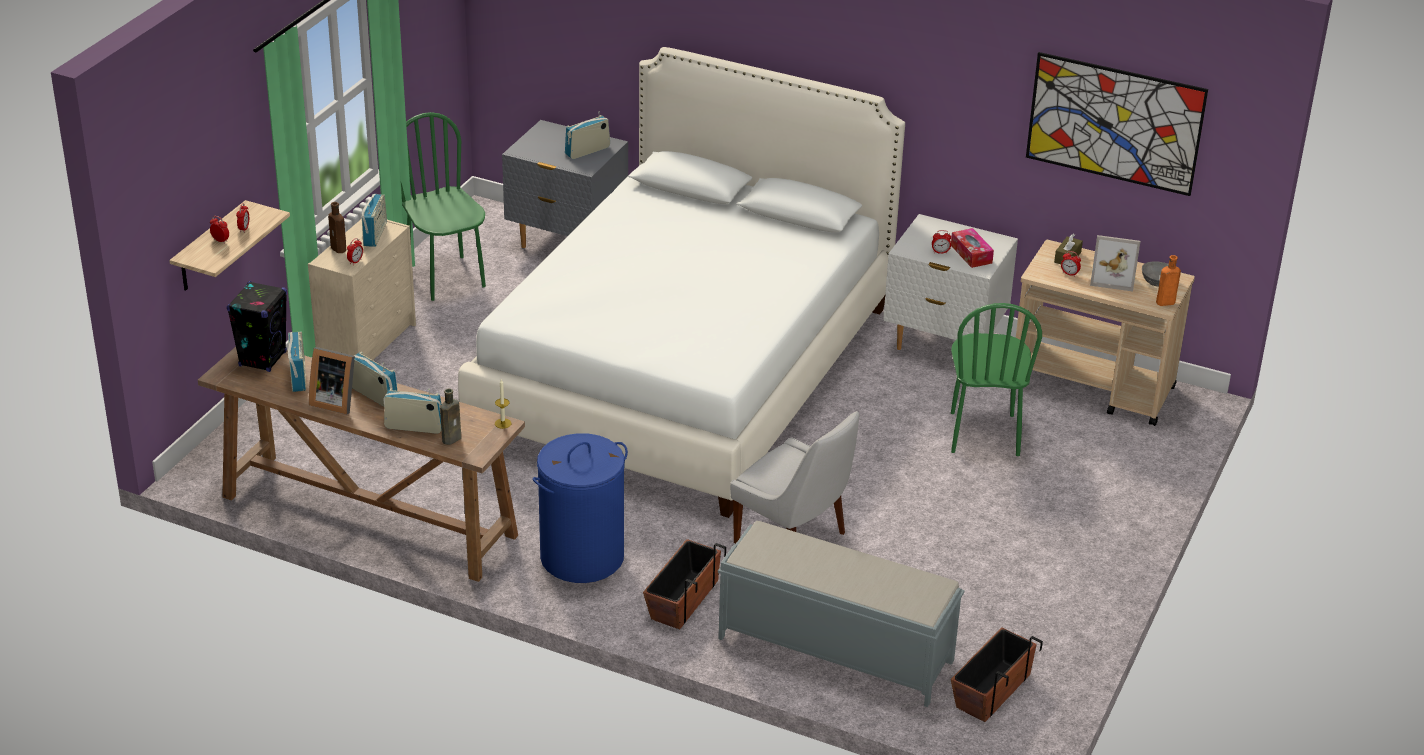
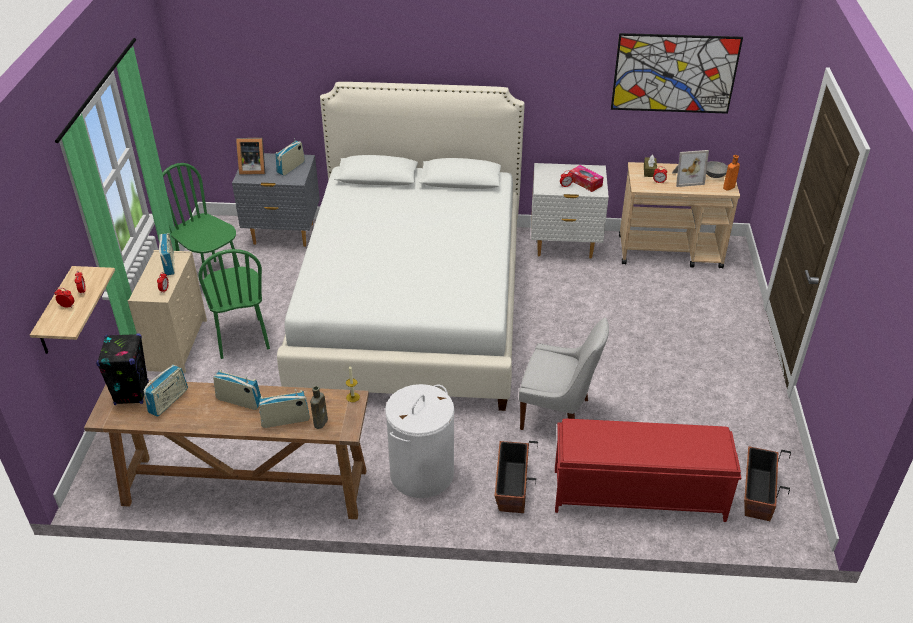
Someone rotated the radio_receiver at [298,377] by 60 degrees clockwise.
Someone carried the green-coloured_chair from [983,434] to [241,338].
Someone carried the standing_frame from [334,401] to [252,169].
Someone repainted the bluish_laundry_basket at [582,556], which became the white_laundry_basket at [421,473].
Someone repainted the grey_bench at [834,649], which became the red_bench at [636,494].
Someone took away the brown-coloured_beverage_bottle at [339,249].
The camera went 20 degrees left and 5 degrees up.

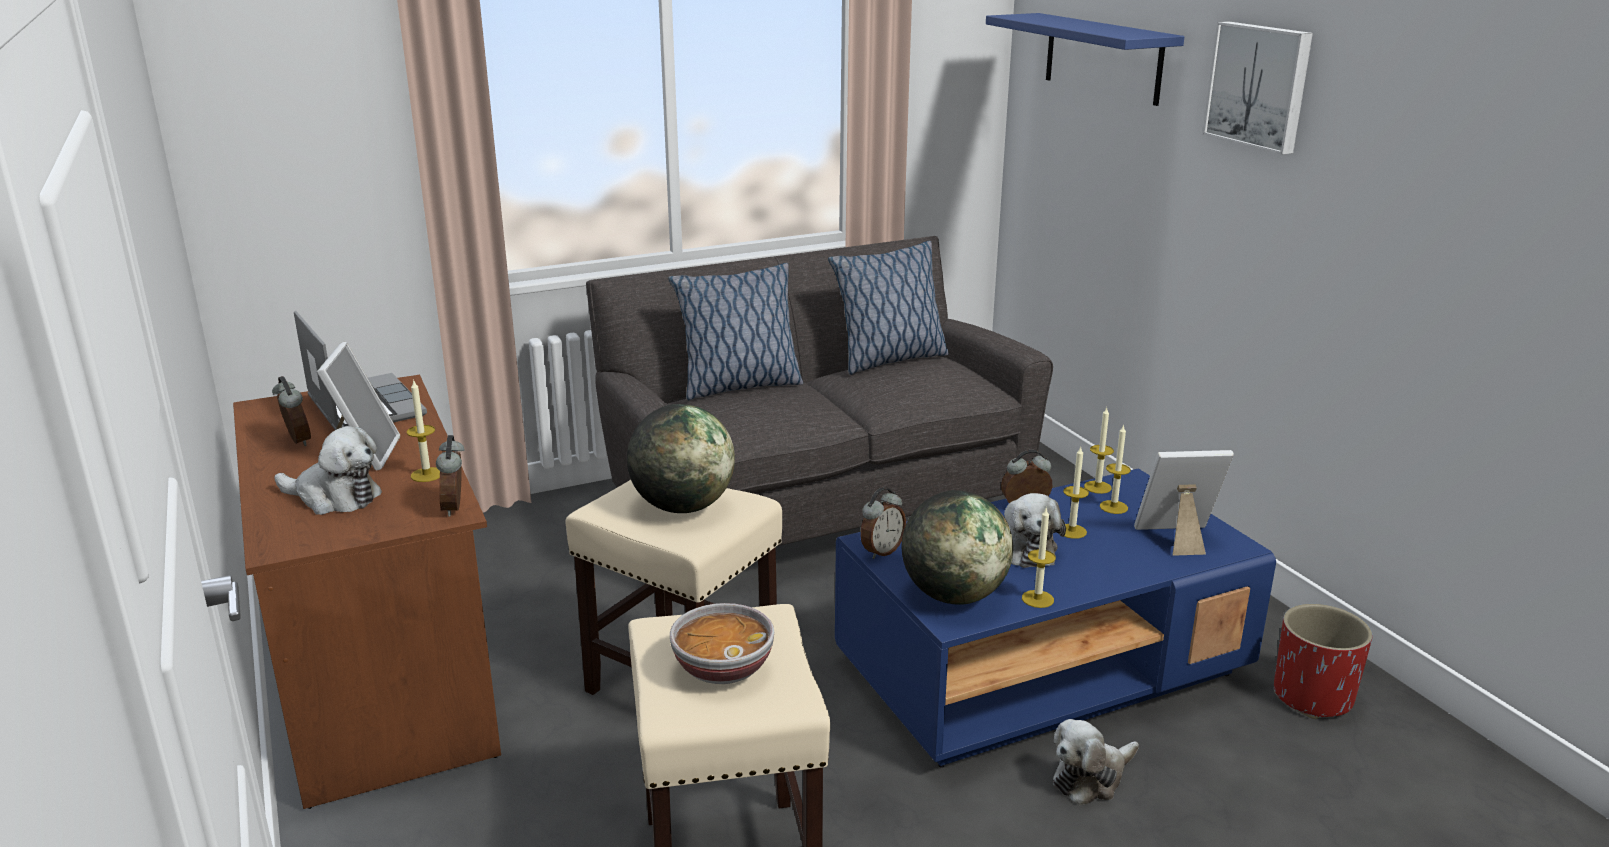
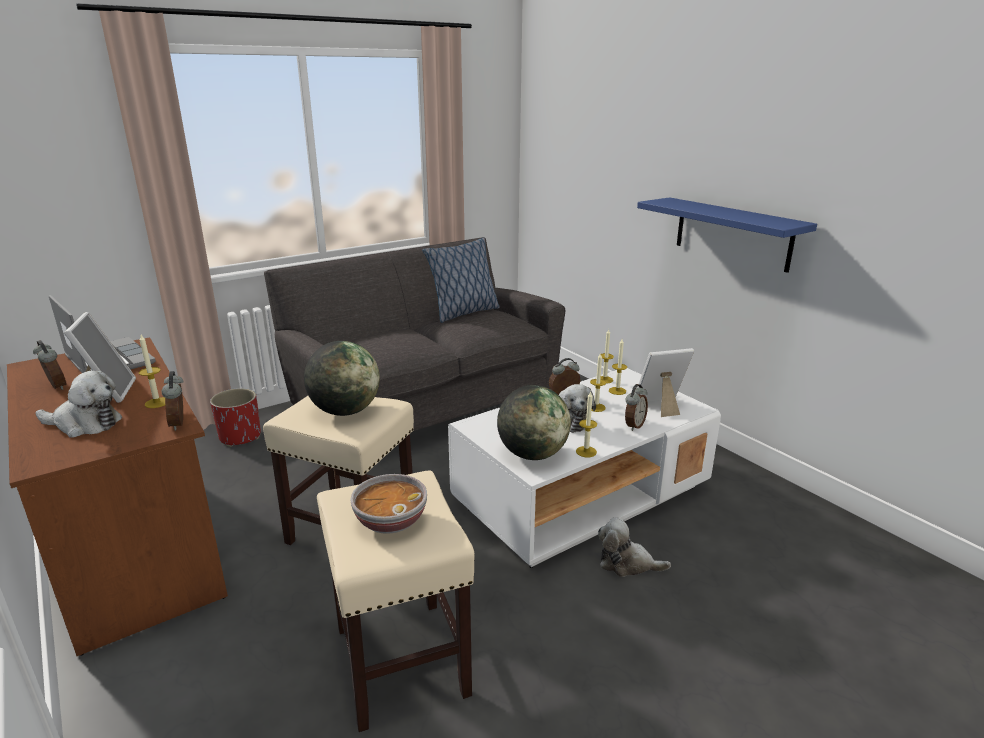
Someone carried the red_flower_pot from [1312,697] to [240,437].
Someone repainted the bluish_low_table at [1041,669], which became the white_low_table at [581,496].
Someone rotated the soft_toy at [1091,778] by 60 degrees clockwise.
Someone carried the table_clock from [881,551] to [633,425].
Someone carried the bluish_wall_shelf from [1102,58] to [732,233].
Someone took away the cushion at [739,386].
Someone took away the wall_picture at [1260,86].
The camera went 10 degrees left and 0 degrees up.

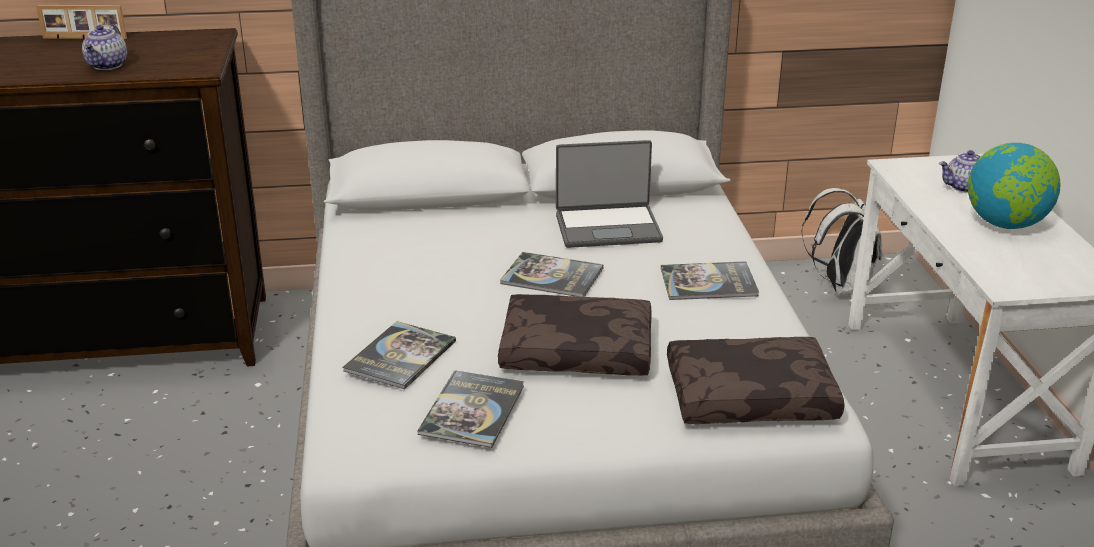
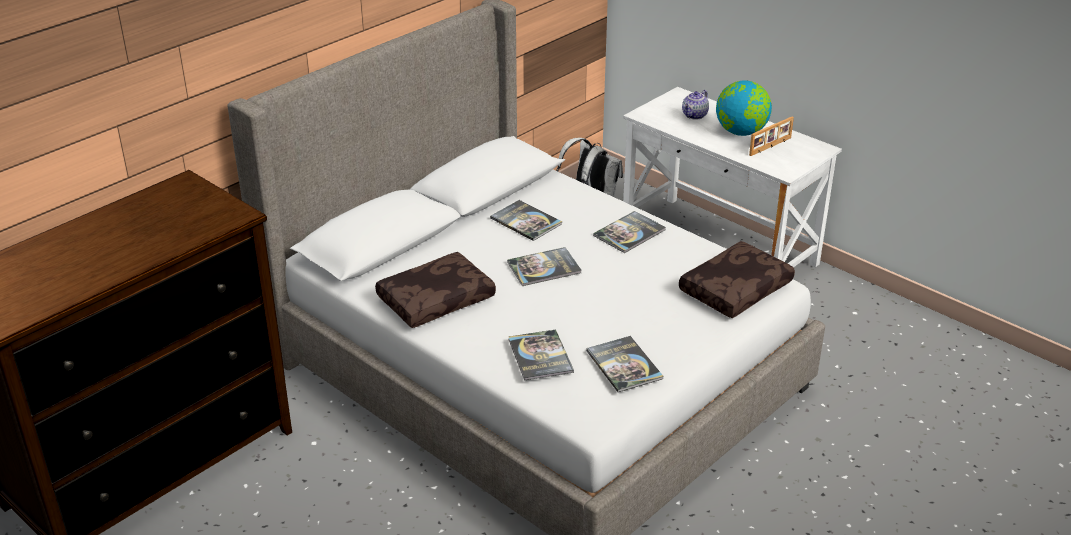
Someone carried the brown-coloured_cushion from [578,350] to [436,299].
Someone swapped the portable_computer at [608,227] for the bound_book at [526,221].
Someone carried the standing_frame from [84,38] to [771,147].
Someone took away the teapot at [108,66].
The camera went 40 degrees left and 5 degrees up.

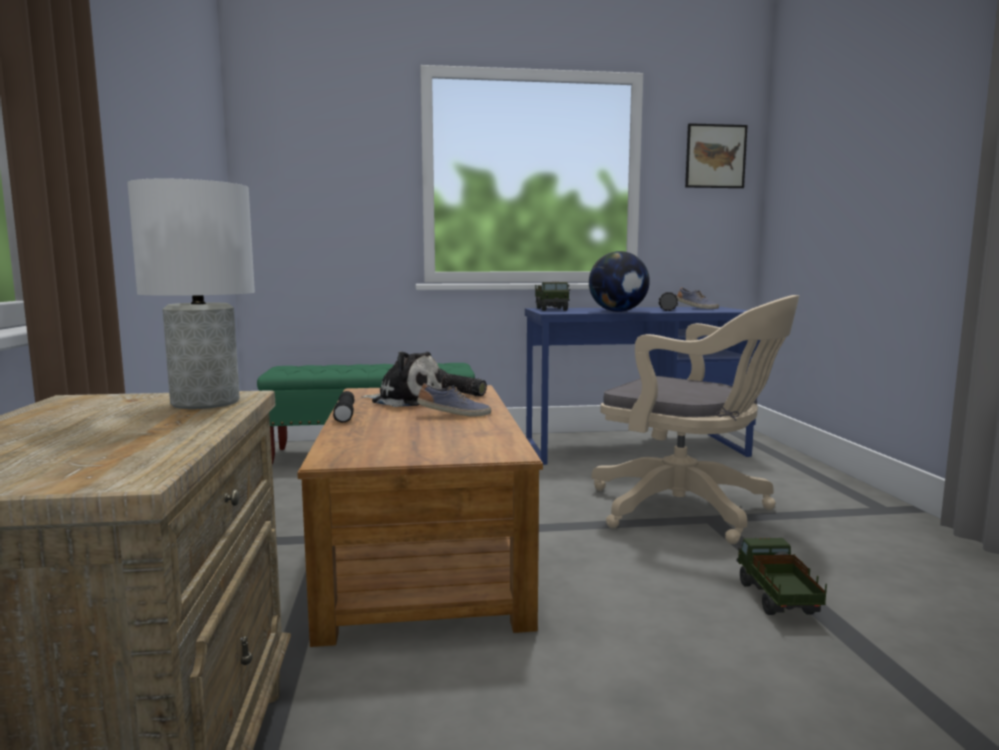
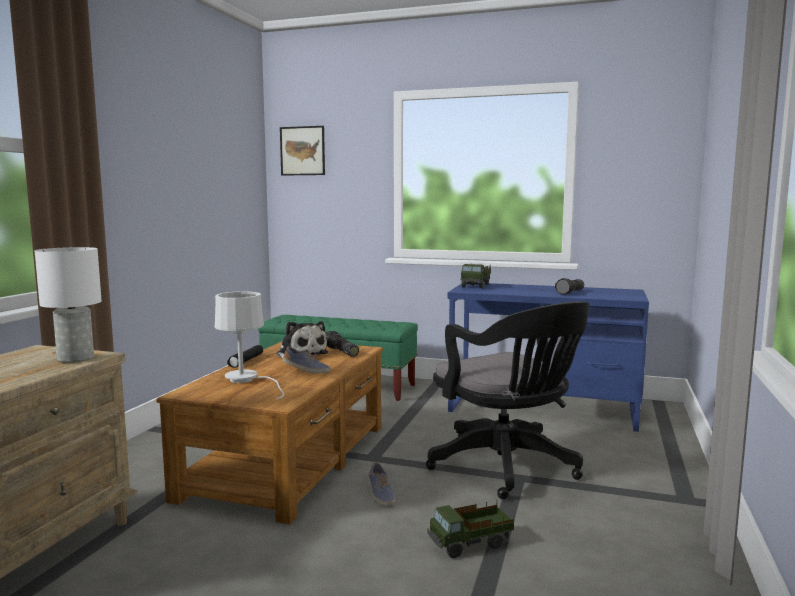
Someone put down the white_tabletop_lamp at [248,381].
Someone carried the wall_picture from [715,156] to [302,151].
Someone carried the shoe from [696,308] to [380,494].
Someone repainted the beige-coloured_desk_chair at [688,510], which became the black-coloured_desk_chair at [508,467].
Someone rotated the model_truck at [775,600] by 135 degrees counterclockwise.
Someone took away the world_globe at [618,311].
The camera went 25 degrees right and 0 degrees up.

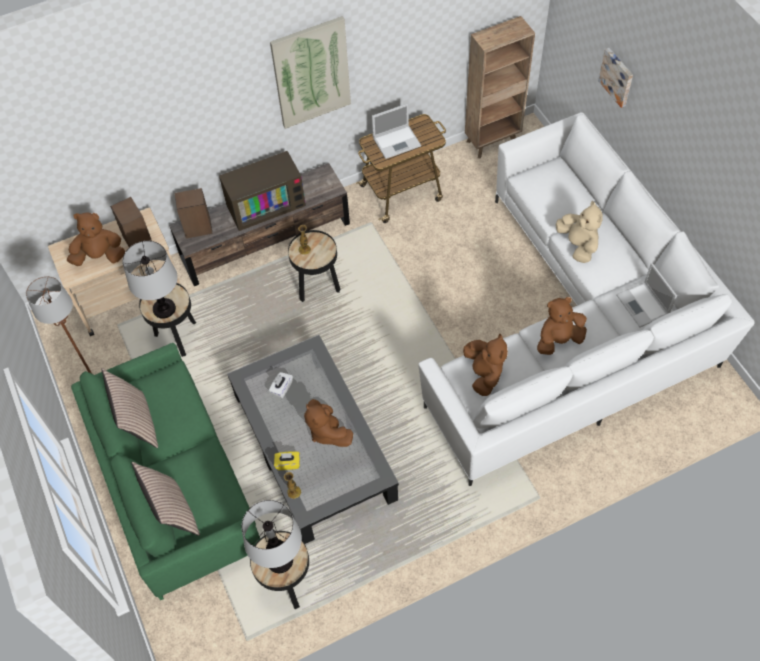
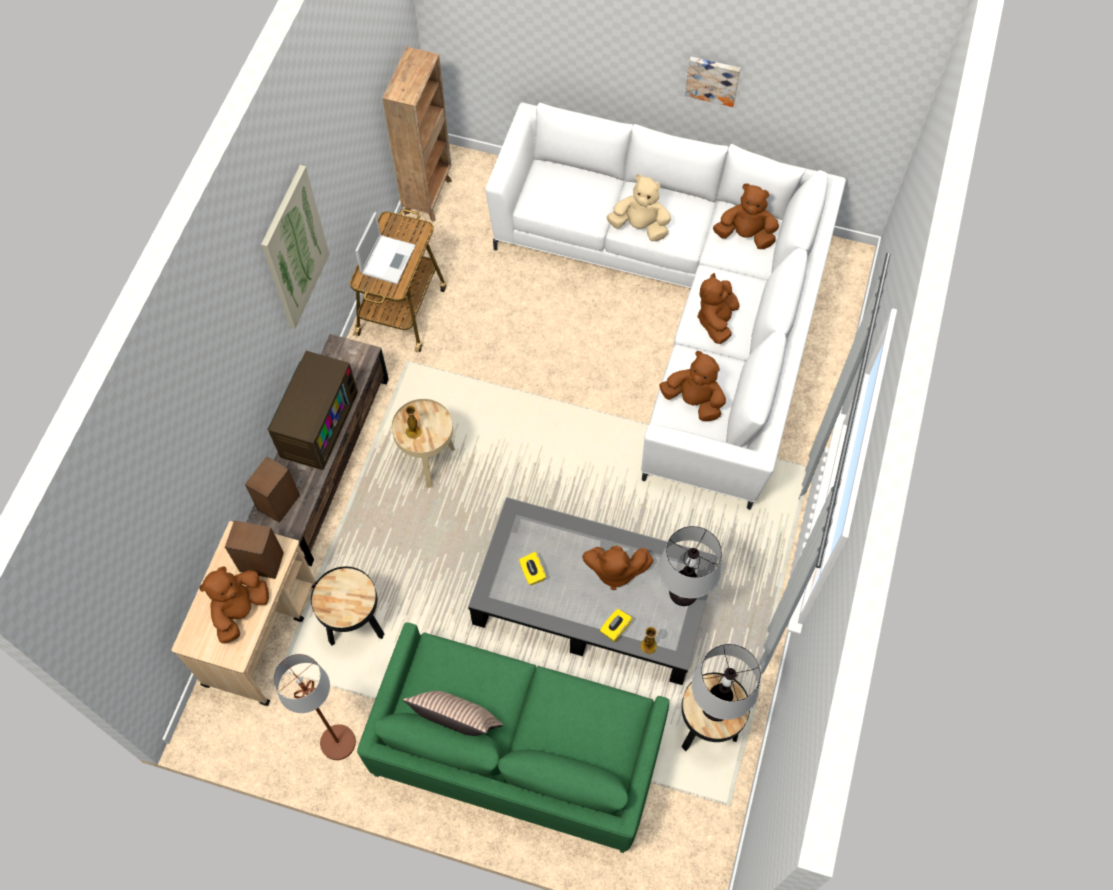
Someone repainted the black-coloured_side_table at [317,286], which became the beige-coloured_side_table at [429,461].
Someone repainted the white_tissue_holder at [281,388], which became the yellow_tissue_holder at [532,573].
Someone carried the tabletop_lamp from [164,309] to [683,593].
Someone carried the wall_picture from [617,77] to [712,79].
Someone swapped the portable_computer at [643,305] for the brown-coloured_soft_toy at [745,235].
Someone took away the cushion at [173,511].
The camera went 50 degrees left and 5 degrees up.

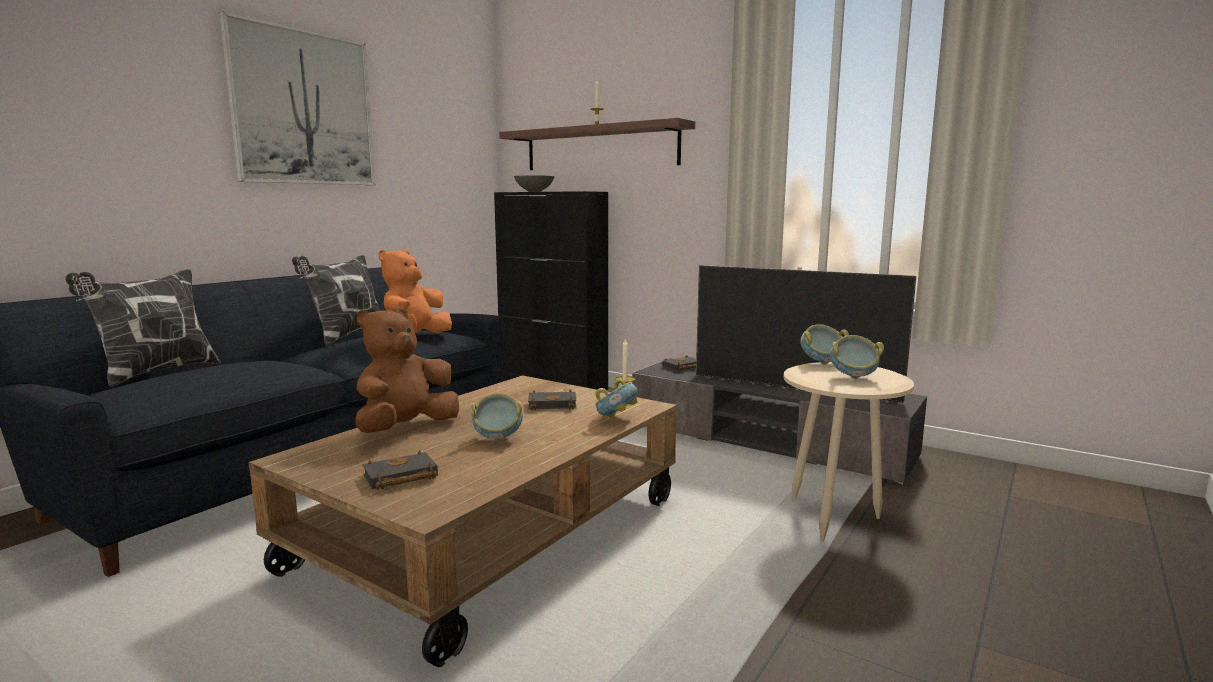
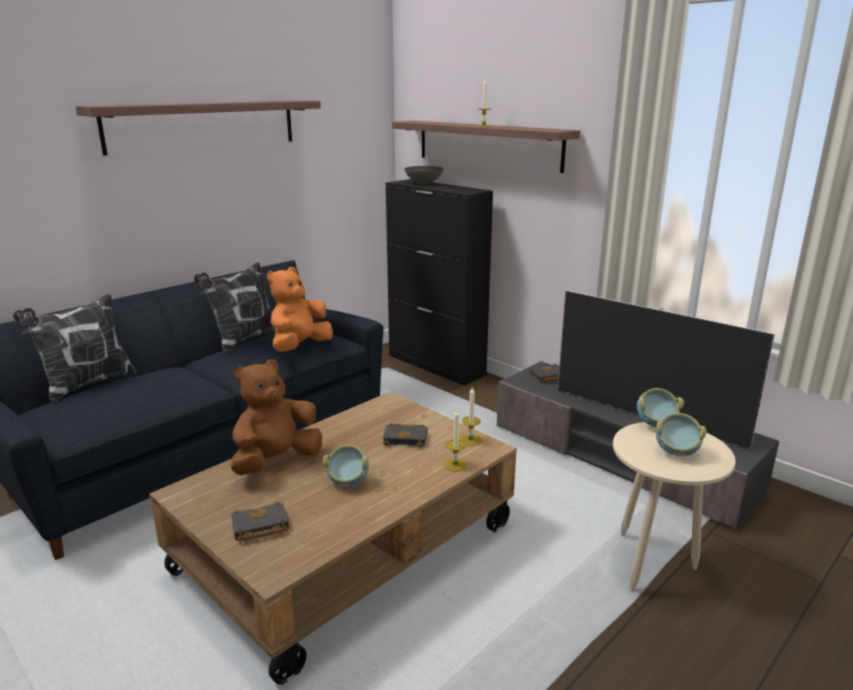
Someone swapped the wall_picture at [303,108] for the wall_shelf at [204,125].
Someone swapped the bowl at [616,419] for the wax_light at [455,465].
The camera went 10 degrees right and 10 degrees up.

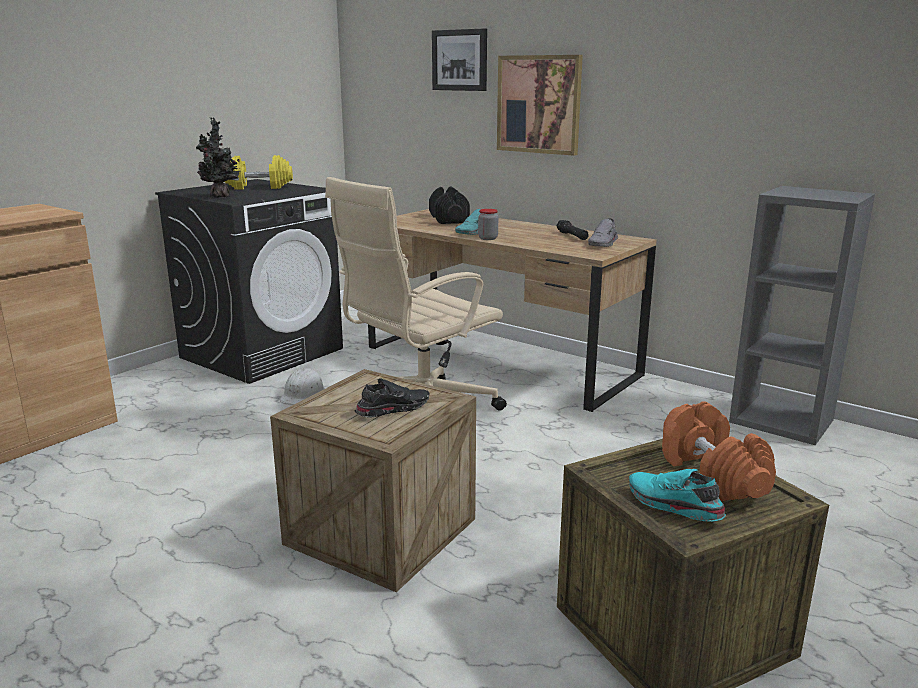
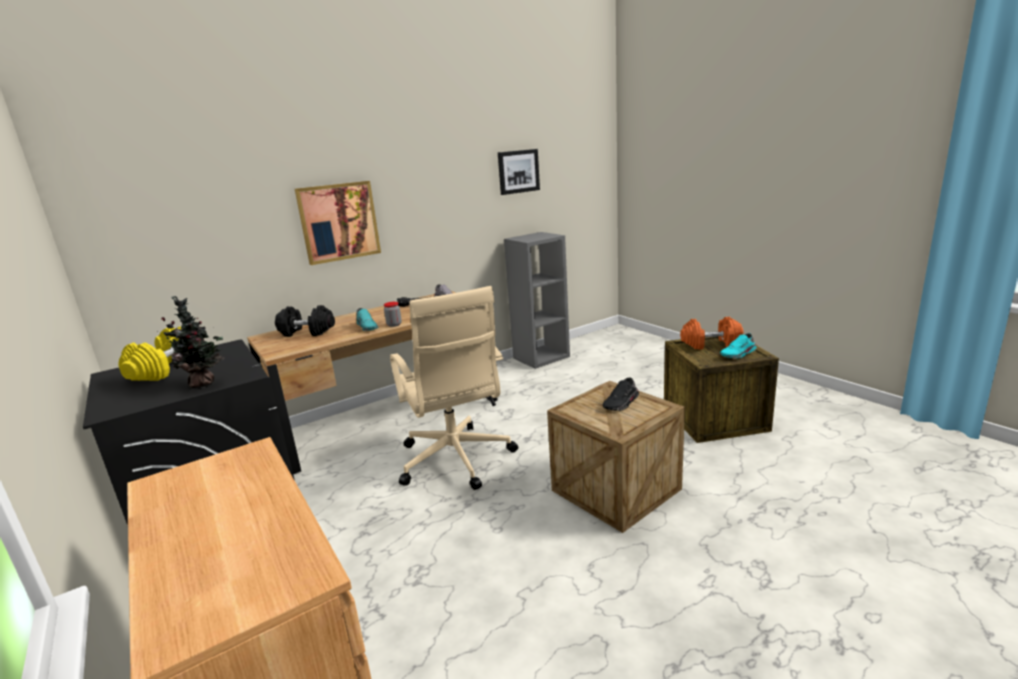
Someone carried the wall_picture from [460,60] to [518,171].
Someone rotated the black-coloured_shoe at [392,409] by 120 degrees counterclockwise.
Someone took away the white_hard_hat at [303,394].
The camera went 70 degrees left and 0 degrees up.

